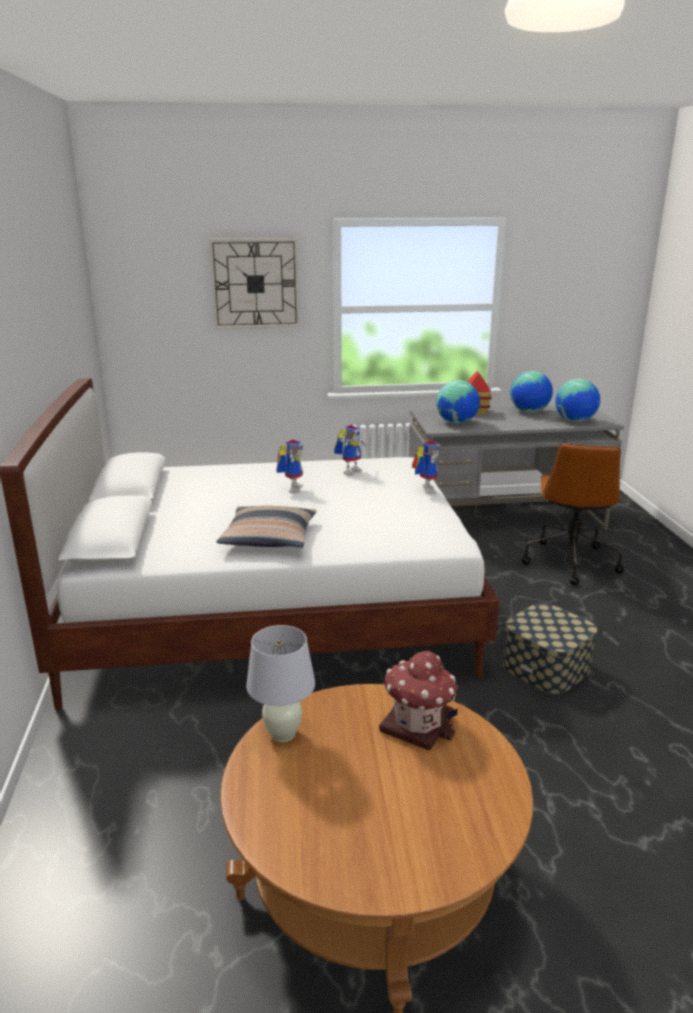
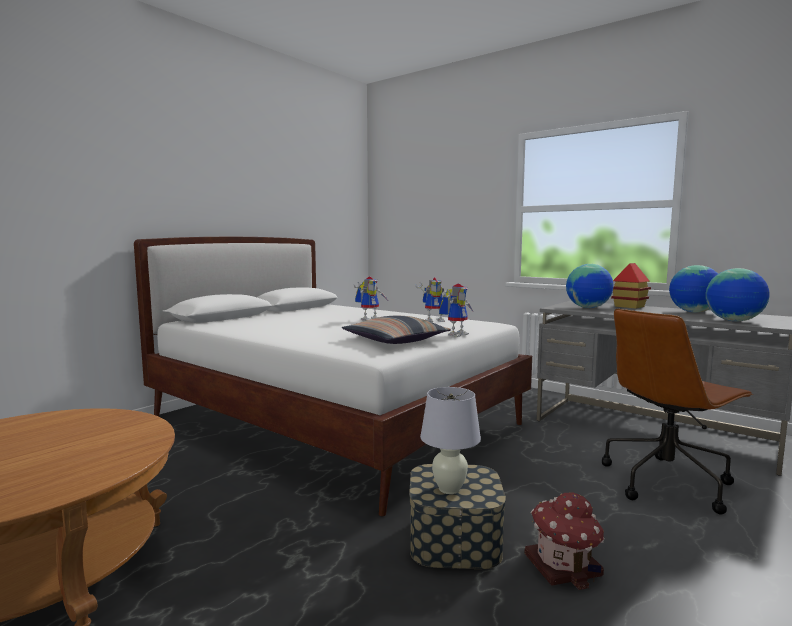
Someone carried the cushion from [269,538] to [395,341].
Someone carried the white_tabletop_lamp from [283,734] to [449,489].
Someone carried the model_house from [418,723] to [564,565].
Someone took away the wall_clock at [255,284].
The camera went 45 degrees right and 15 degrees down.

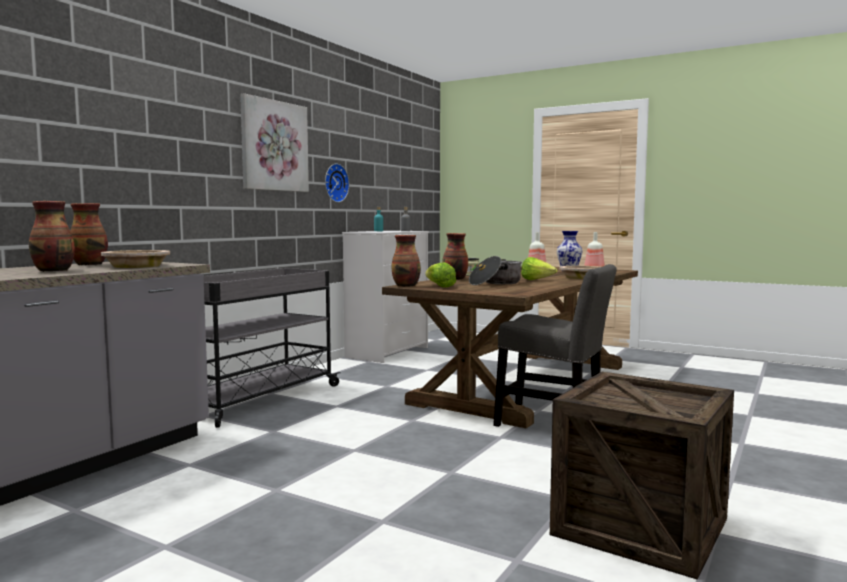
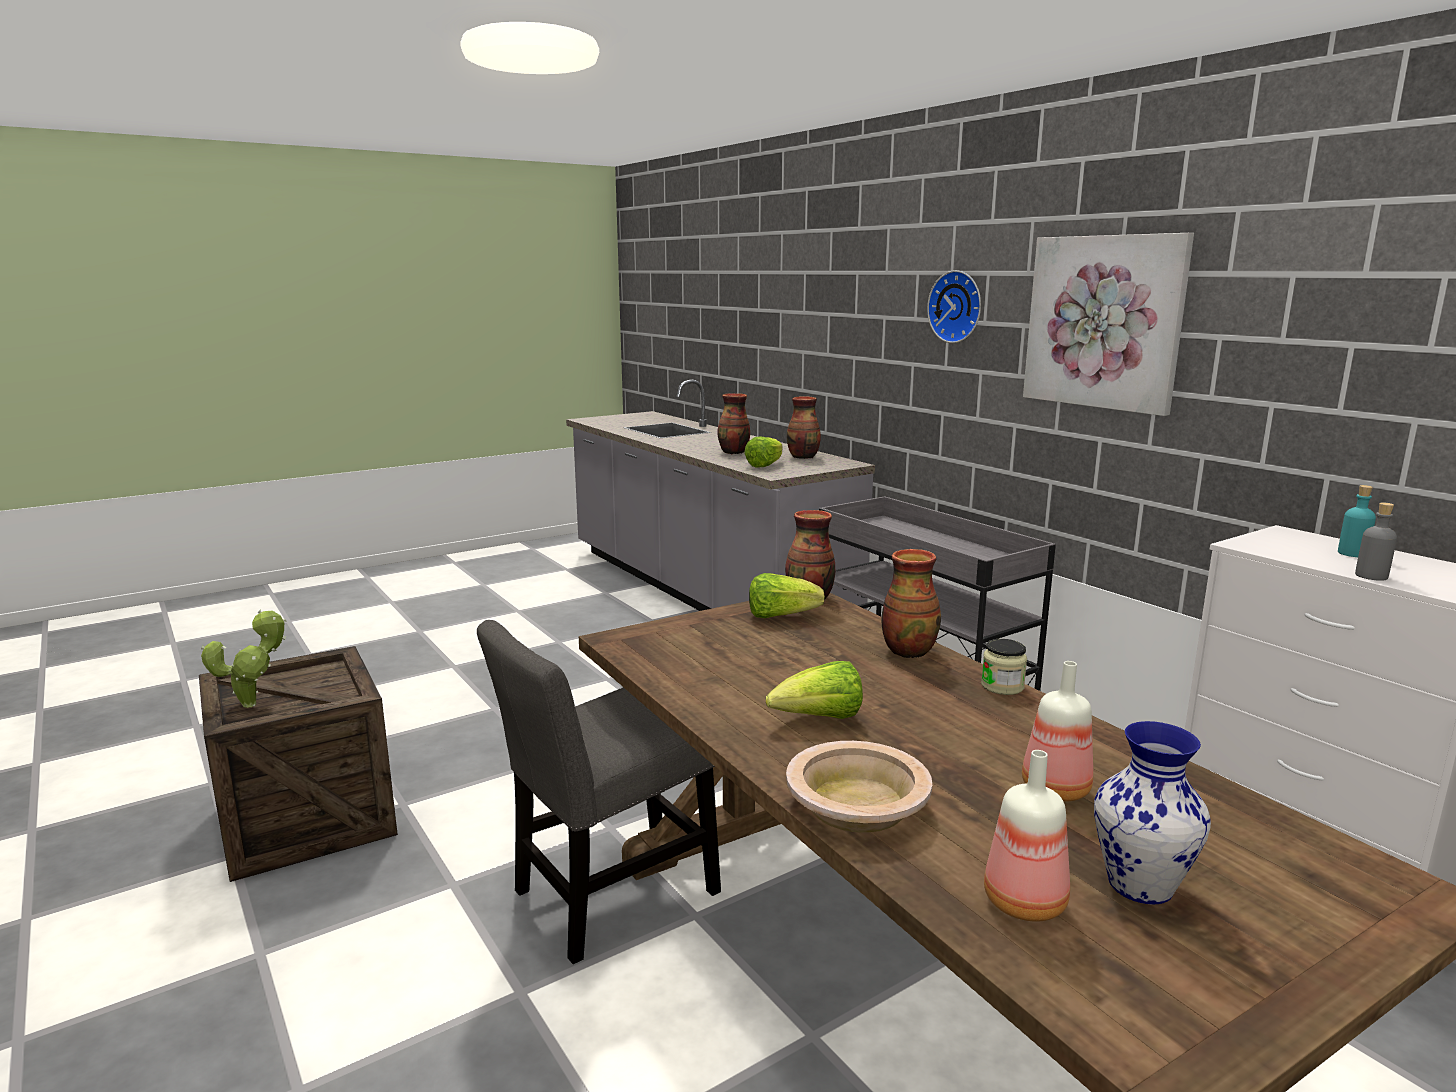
Someone put down the plant_in_a_pot at [254,703].
Someone swapped the beige-coloured_bowl at [137,266] for the lettuce at [765,465].
Someone carried the wall_clock from [334,183] to [957,306].
Someone took away the cooking_pot at [495,283].
The camera went 115 degrees right and 10 degrees up.

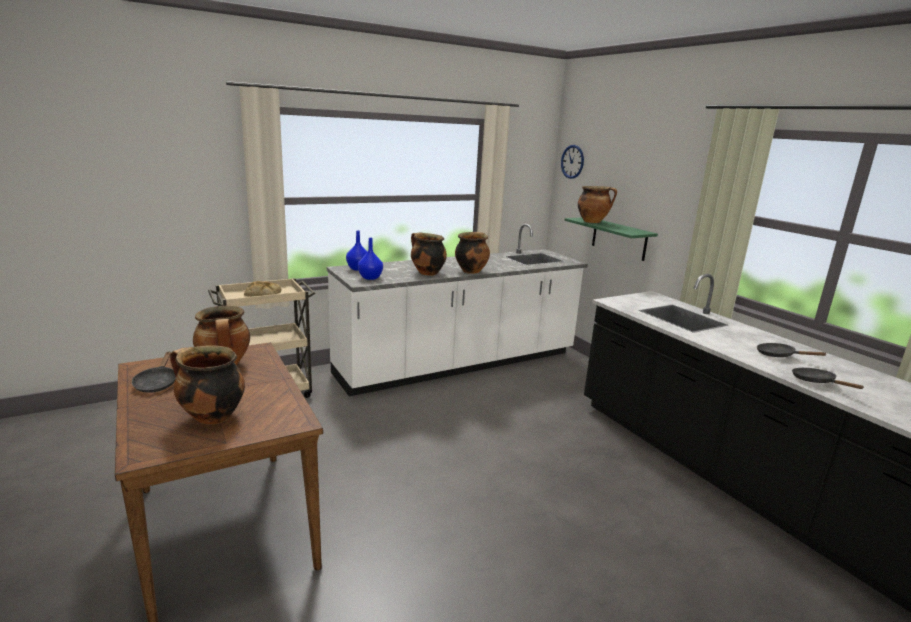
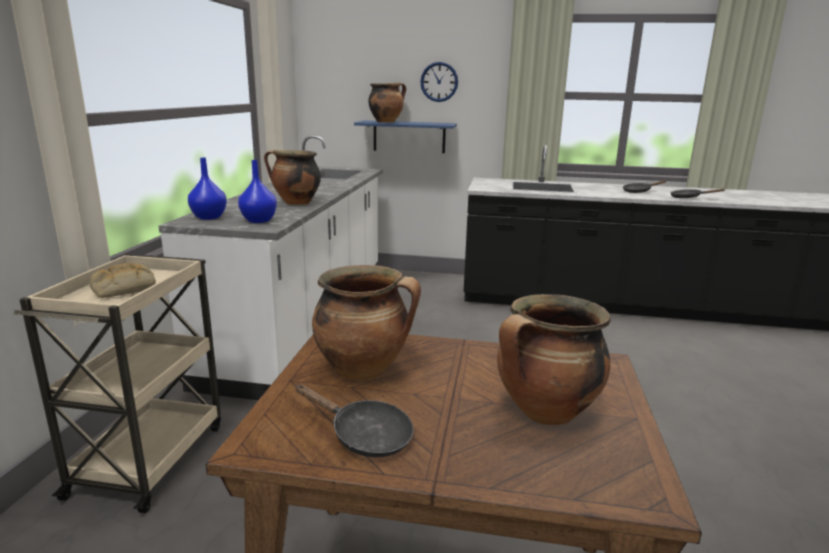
Someone repainted the green-coloured_wall_shelf at [619,238], which became the bluish_wall_shelf at [409,137].
Someone carried the wall_clock from [572,161] to [439,82].
Someone took away the cooking_pot at [471,271].
The camera went 50 degrees left and 0 degrees up.

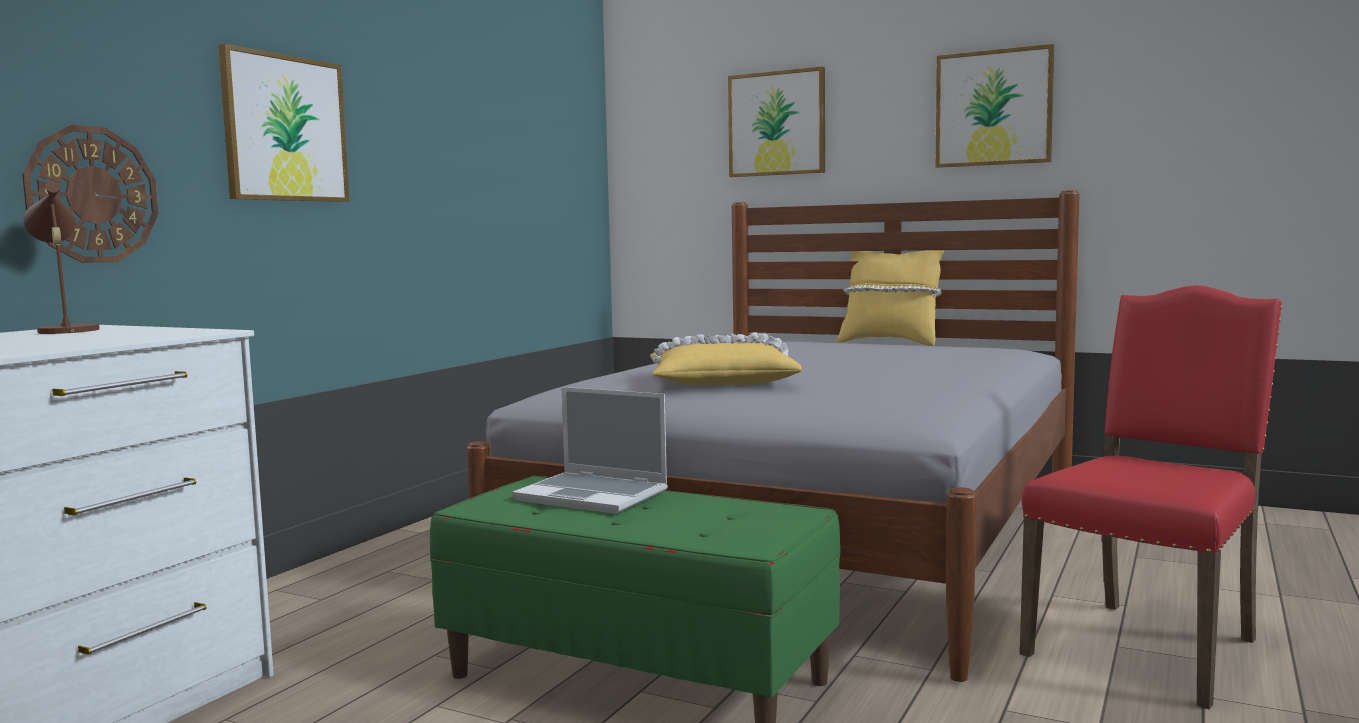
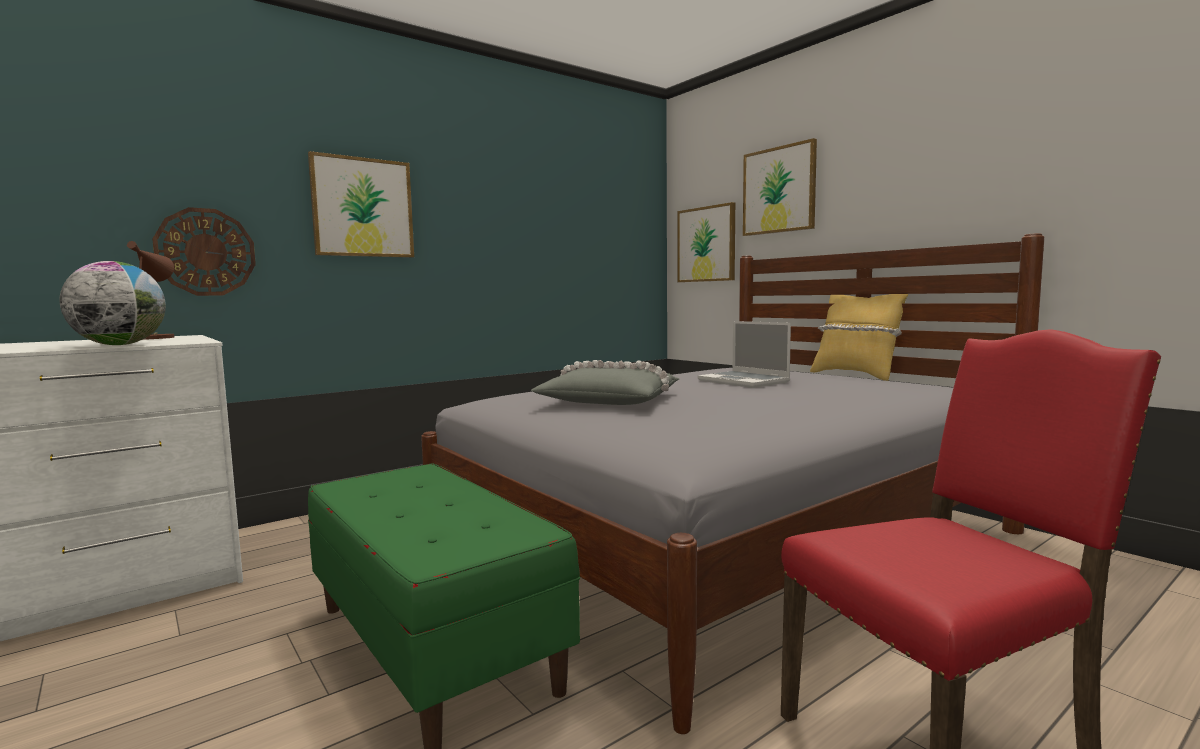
Someone put down the world_globe at [119,345].
Someone repainted the yellow_cushion at [721,381], which became the grey_cushion at [610,400].
Someone carried the wall_picture from [993,108] to [706,244].
Someone carried the portable_computer from [594,495] to [745,381].
The camera went 25 degrees right and 0 degrees up.

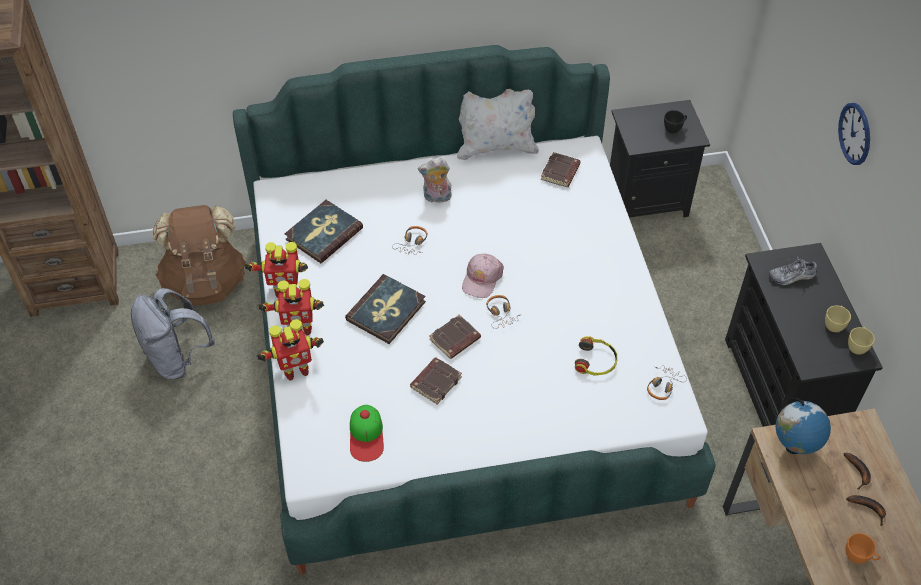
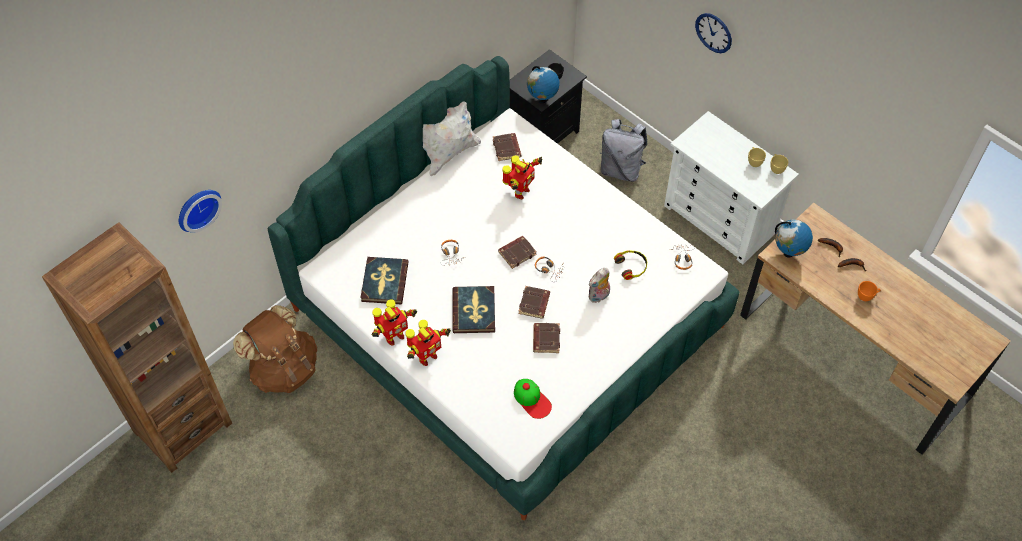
Someone put up the wall_clock at [197,208].
Someone swapped the pinkish_peaked_cap at [482,279] for the brown-coloured_bound_book at [517,253].
Someone carried the model_robot from [295,370] to [520,192].
Someone put down the world_globe at [542,99].
Someone carried the soft_toy from [436,198] to [599,296].
Someone carried the grey_rucksack from [177,358] to [621,169].
Someone repainted the black-coloured_drawer_chest at [780,389], which became the white_drawer_chest at [720,219].
Someone took away the shoe at [791,276].
The camera went 35 degrees left and 5 degrees up.

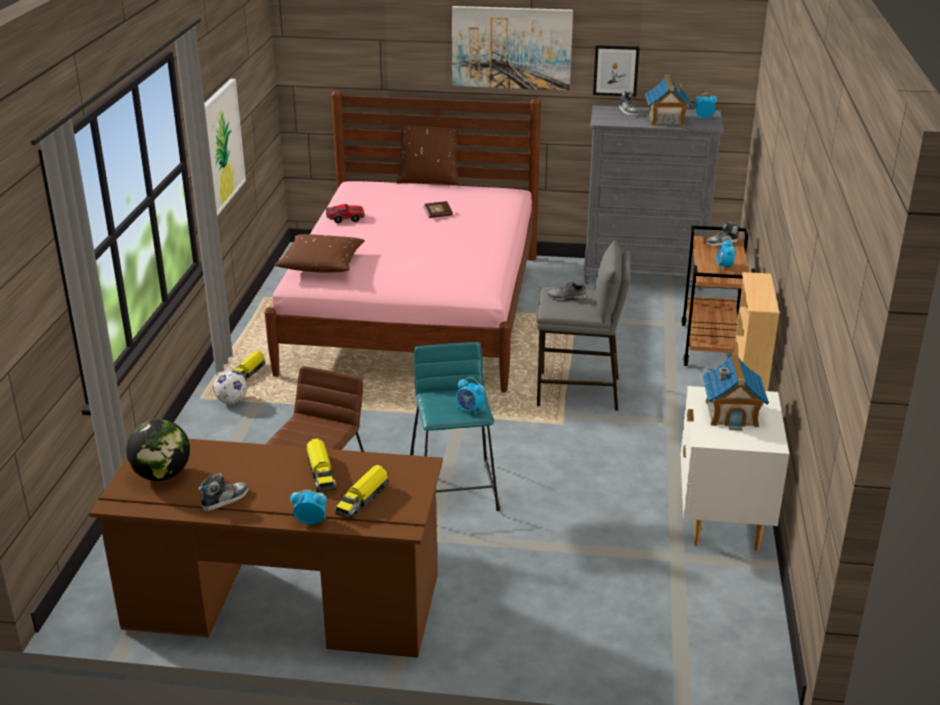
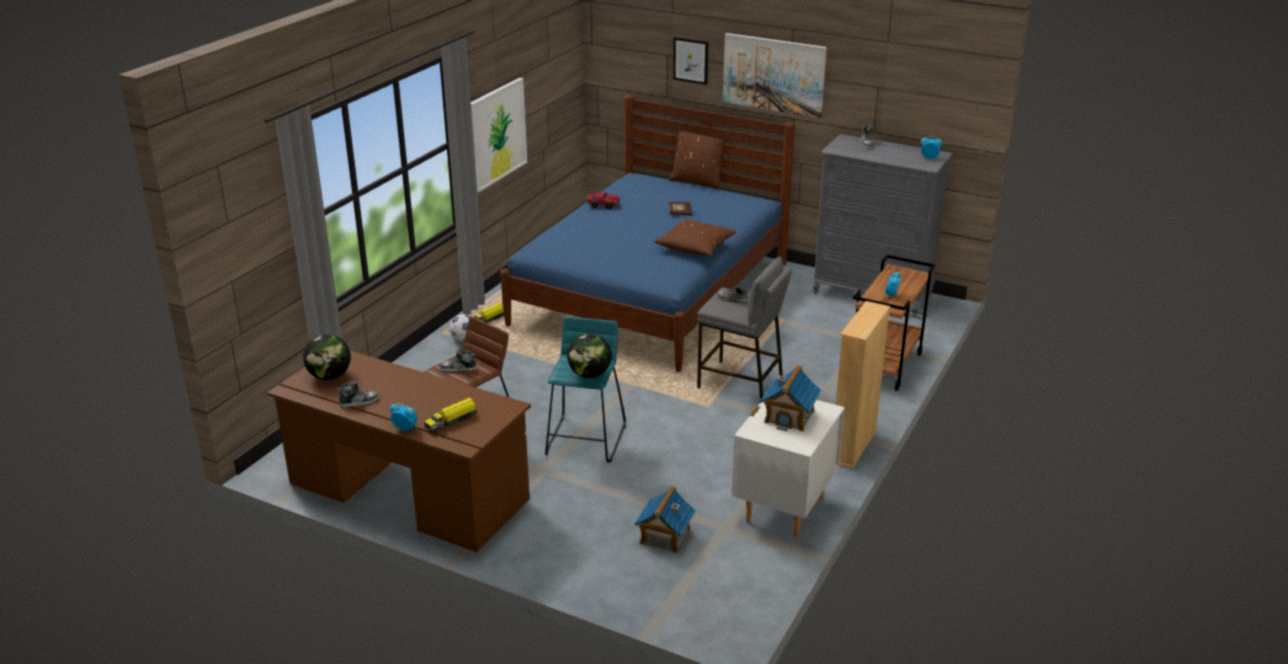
Someone carried the shoe from [721,242] to [458,368].
Someone repainted the pinkish_bed at [415,312], which became the bluish_bed at [651,293].
Someone swapped the table_clock at [469,410] for the world_globe at [590,374].
Someone carried the model_house from [666,120] to [664,536].
Someone carried the brown-coloured_cushion from [321,264] to [695,246].
Someone carried the wall_picture from [616,70] to [691,60].
Someone took away the model_truck at [321,473].
The camera went 20 degrees right and 0 degrees up.

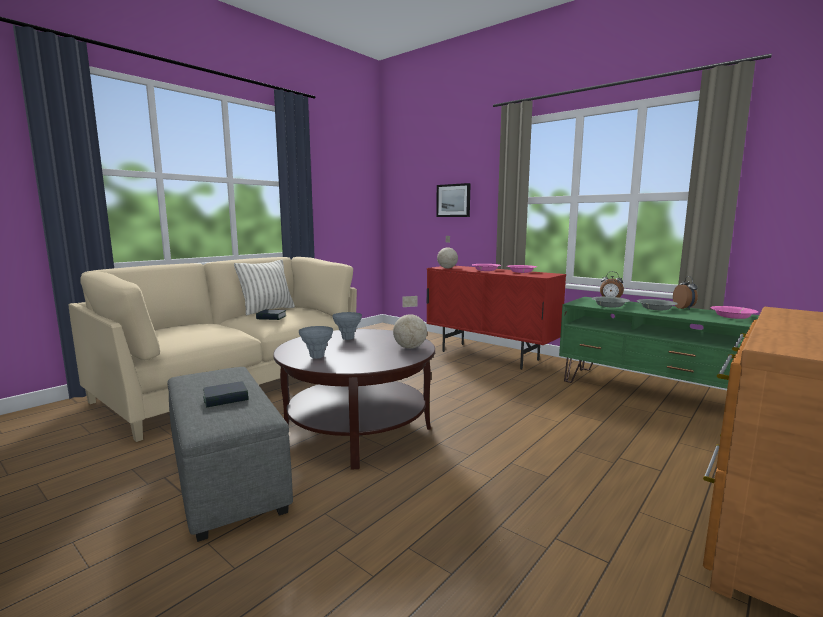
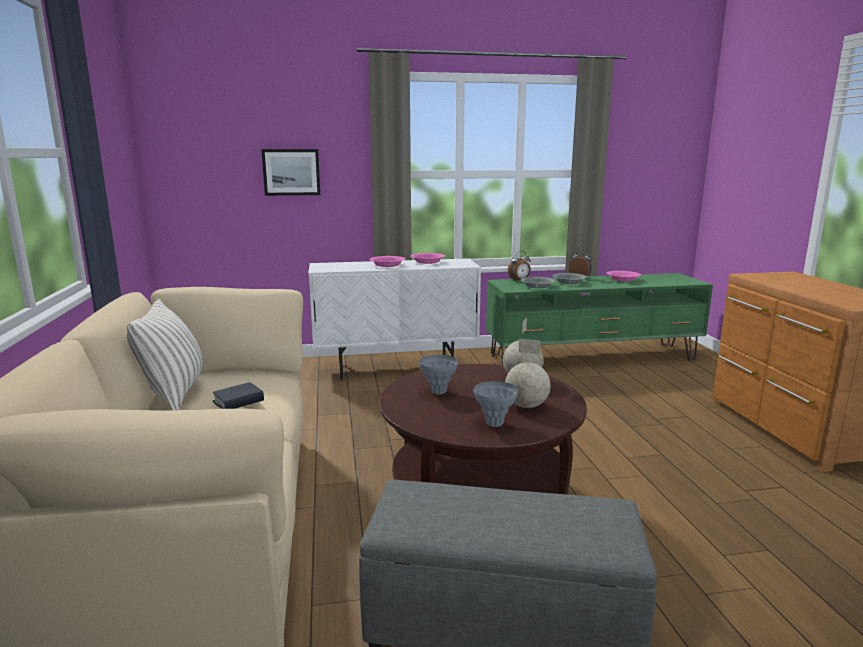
Someone repainted the red_storage_cabinet at [489,356], which became the white_storage_cabinet at [396,368].
Someone carried the world_globe from [447,268] to [527,406].
Someone took away the bound_book at [226,399].
The camera went 50 degrees left and 5 degrees up.

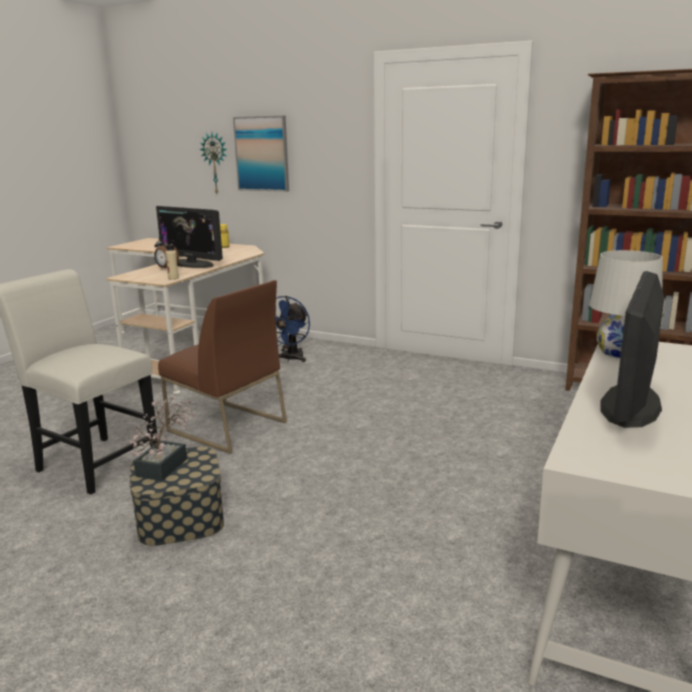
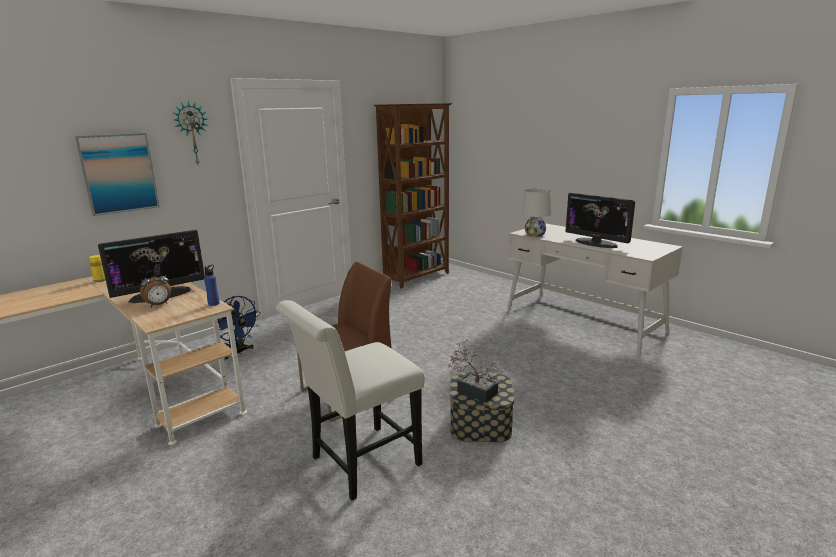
Someone carried the wall_clock from [216,163] to [192,133].
Someone repainted the beige-coloured_beverage_bottle at [173,278], which became the bluish_beverage_bottle at [214,304].
The camera went 70 degrees left and 0 degrees up.

